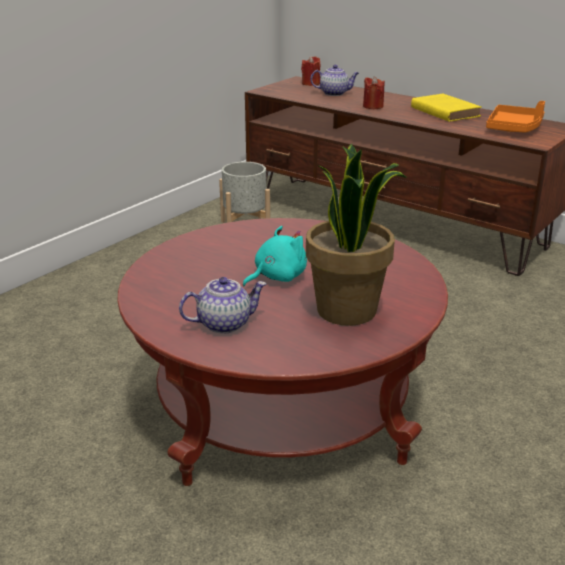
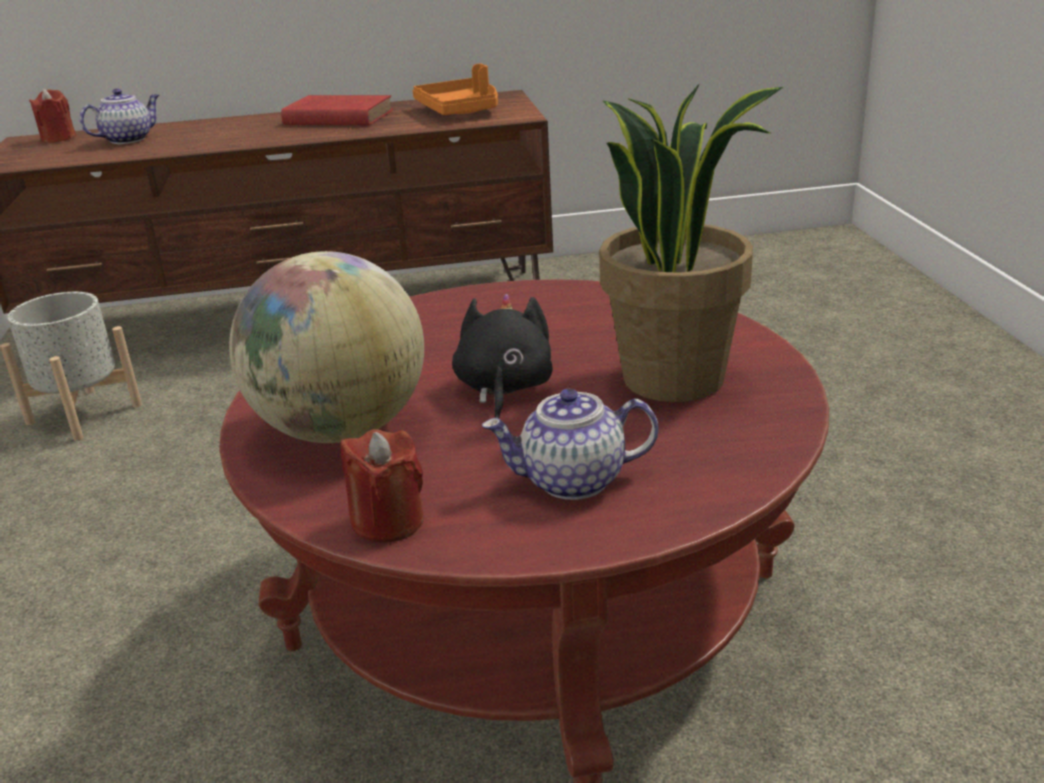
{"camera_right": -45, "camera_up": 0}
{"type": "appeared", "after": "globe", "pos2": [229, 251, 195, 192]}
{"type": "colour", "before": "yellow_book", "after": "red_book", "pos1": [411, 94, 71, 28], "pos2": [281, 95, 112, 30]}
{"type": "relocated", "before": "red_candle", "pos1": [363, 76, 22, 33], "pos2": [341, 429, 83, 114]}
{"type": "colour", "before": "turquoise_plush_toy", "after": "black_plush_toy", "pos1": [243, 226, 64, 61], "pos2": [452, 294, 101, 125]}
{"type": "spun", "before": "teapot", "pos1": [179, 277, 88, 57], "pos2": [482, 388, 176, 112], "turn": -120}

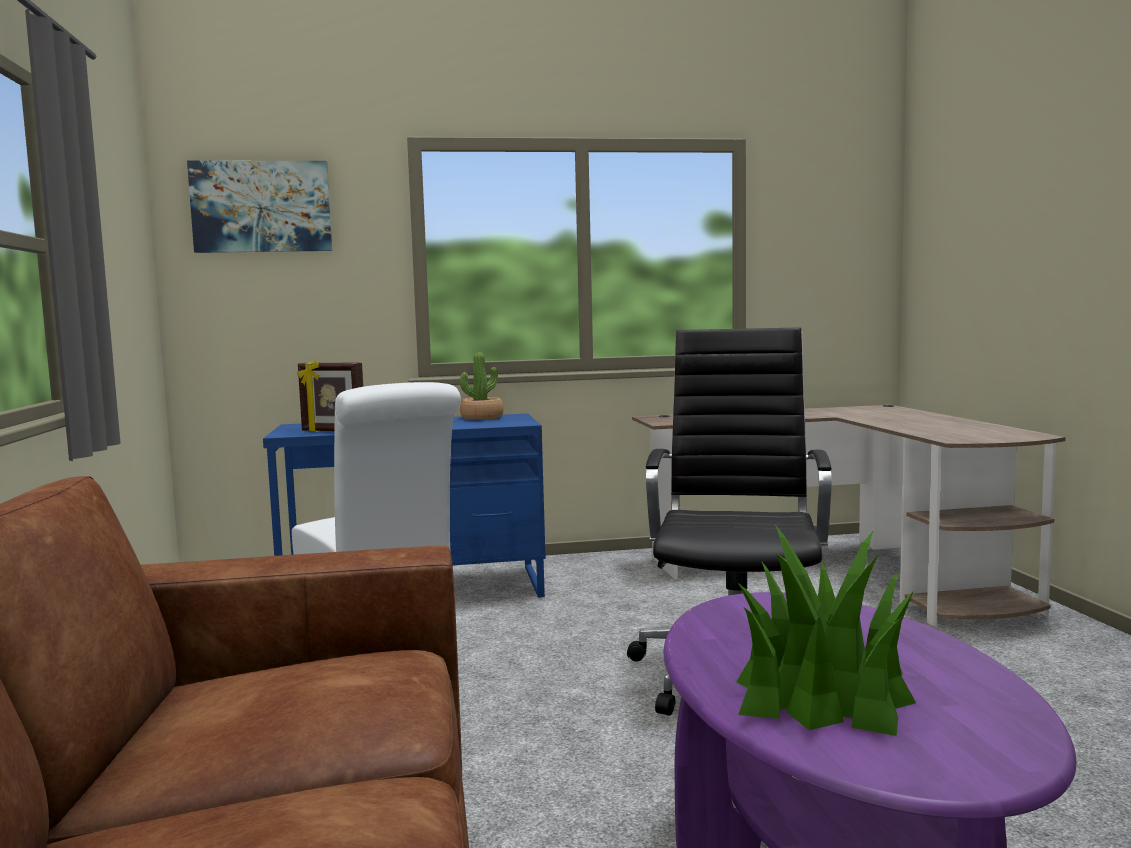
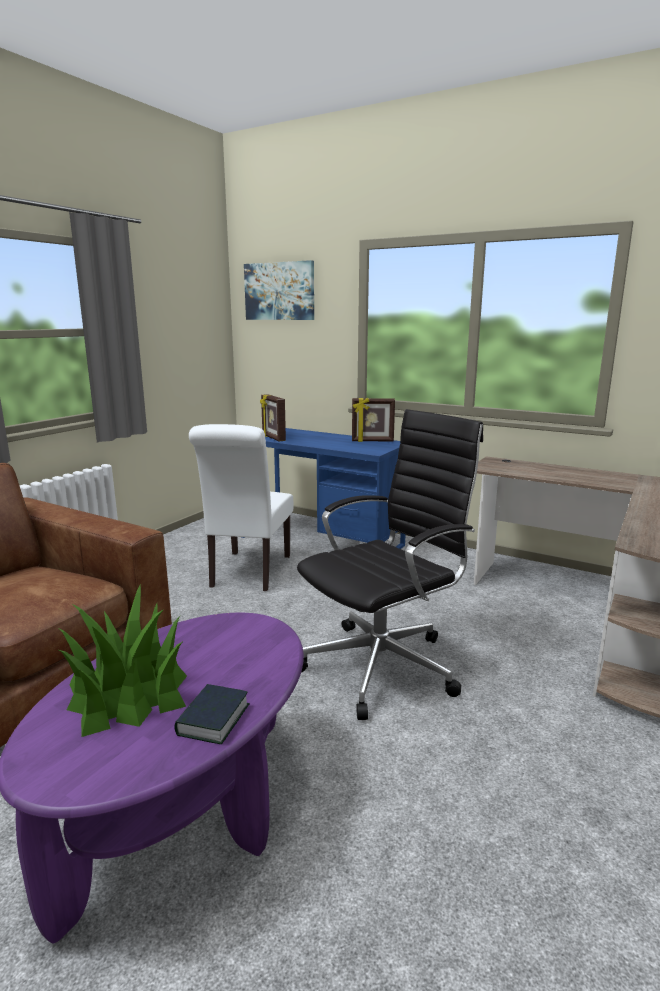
{"camera_right": 40, "camera_up": 10}
{"type": "appeared", "after": "book", "pos2": [174, 684, 75, 60]}
{"type": "exchanged", "before": "potted_plant", "after": "picture_frame", "pos1": [460, 352, 44, 68], "pos2": [352, 398, 43, 44]}

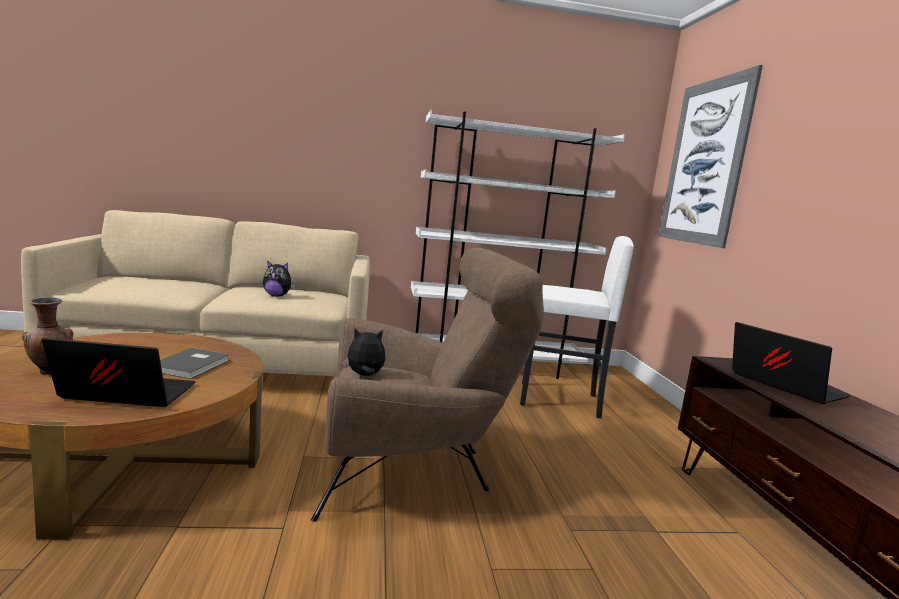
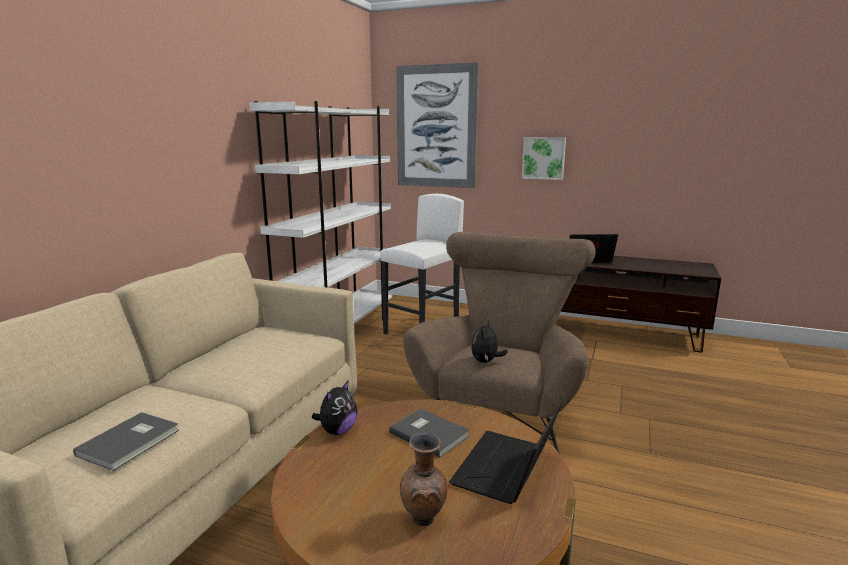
{"camera_right": -60, "camera_up": 5}
{"type": "appeared", "after": "grey_book", "pos2": [73, 412, 106, 59]}
{"type": "relocated", "before": "plush_toy", "pos1": [263, 260, 33, 36], "pos2": [312, 380, 46, 55]}
{"type": "appeared", "after": "picture", "pos2": [522, 137, 44, 43]}

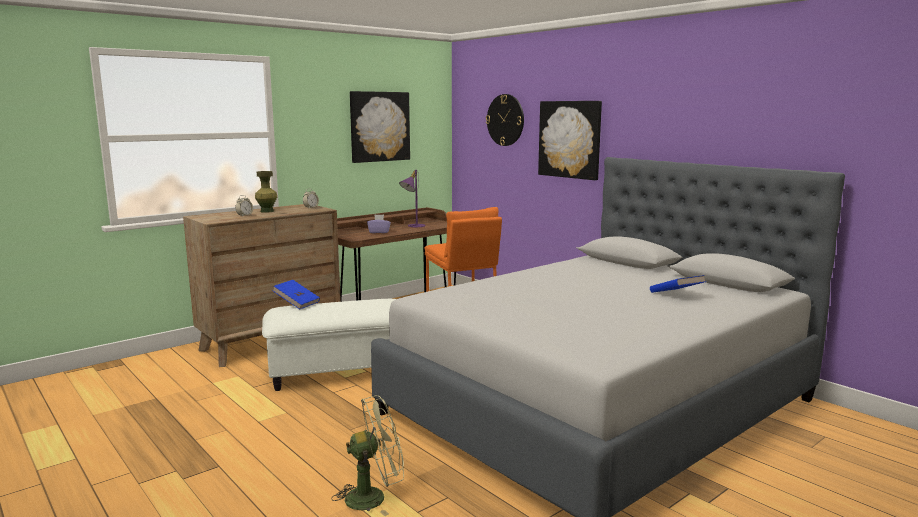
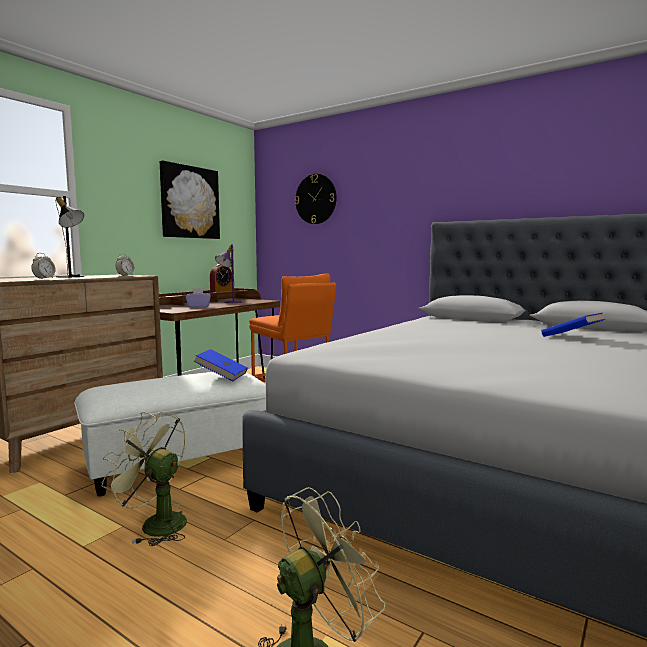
{"camera_right": -15, "camera_up": -5}
{"type": "exchanged", "before": "green_vase", "after": "black_table_lamp", "pos1": [255, 171, 22, 42], "pos2": [56, 196, 28, 81]}
{"type": "appeared", "after": "green_fan", "pos2": [101, 412, 86, 134]}
{"type": "relocated", "before": "blue_book", "pos1": [272, 280, 48, 29], "pos2": [193, 349, 55, 32]}
{"type": "appeared", "after": "alarm_clock", "pos2": [210, 264, 22, 28]}
{"type": "missing", "before": "picture", "pos1": [538, 101, 64, 79]}

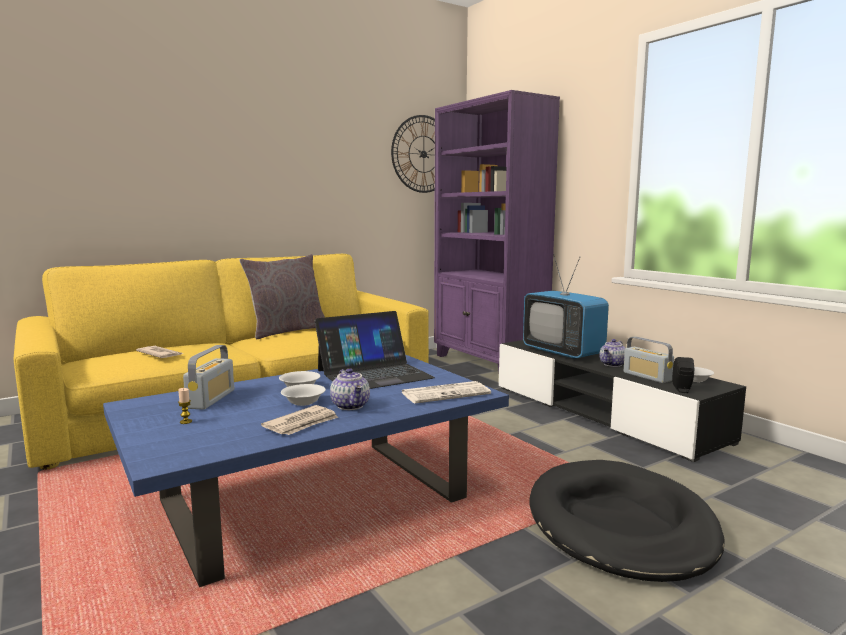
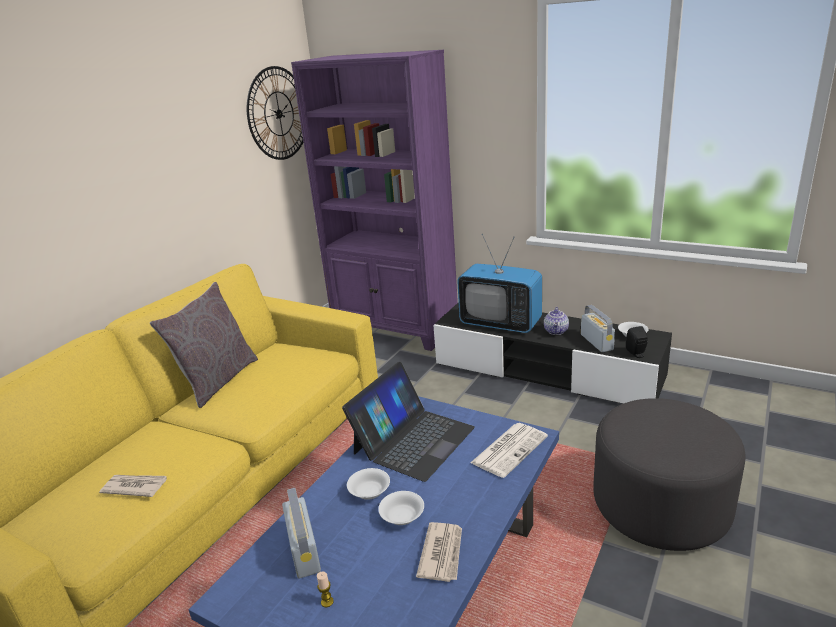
{"camera_right": -25, "camera_up": 15}
{"type": "spun", "before": "radio", "pos1": [624, 337, 50, 46], "pos2": [581, 305, 34, 47], "turn": -135}
{"type": "exchanged", "before": "black_dog_bed", "after": "grey_ottoman", "pos1": [529, 460, 196, 122], "pos2": [593, 398, 153, 153]}
{"type": "missing", "before": "teapot", "pos1": [330, 368, 40, 42]}

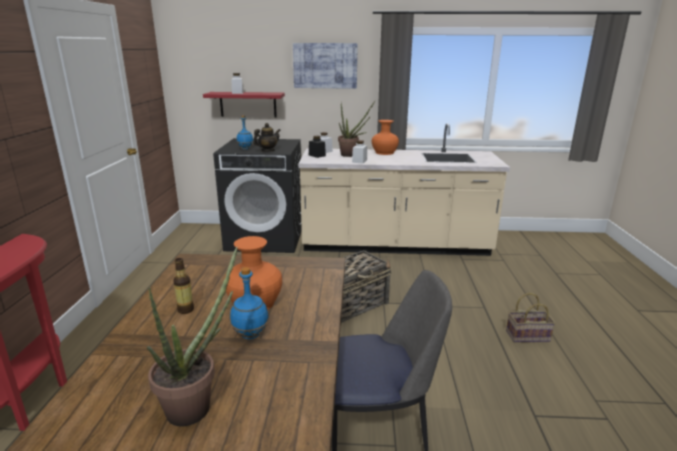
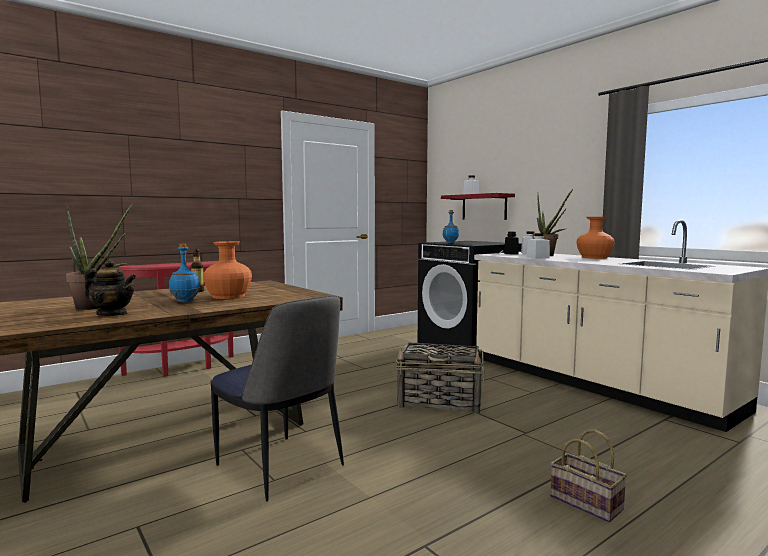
{"camera_right": 50, "camera_up": -15}
{"type": "relocated", "before": "teapot", "pos1": [253, 123, 28, 29], "pos2": [85, 259, 51, 57]}
{"type": "missing", "before": "picture", "pos1": [293, 43, 65, 46]}

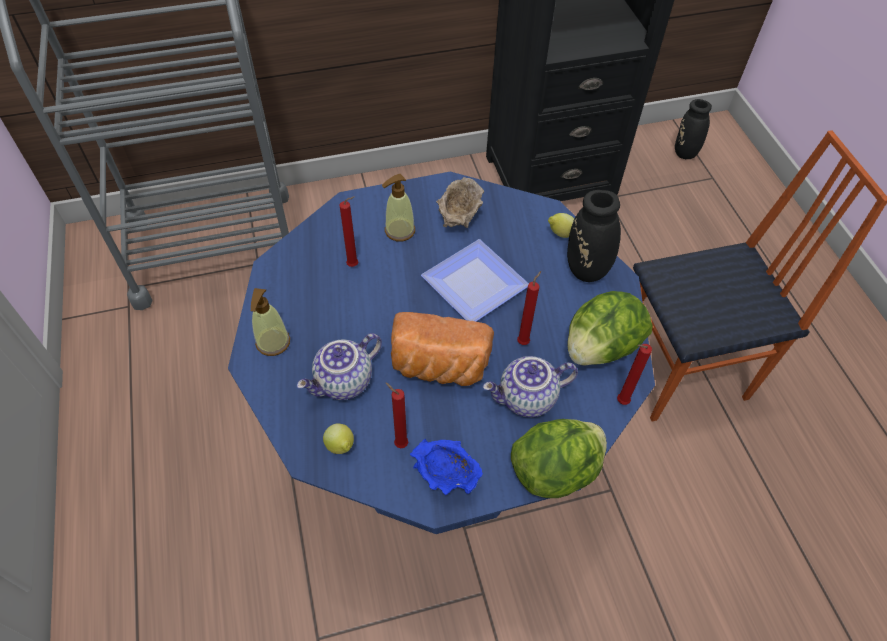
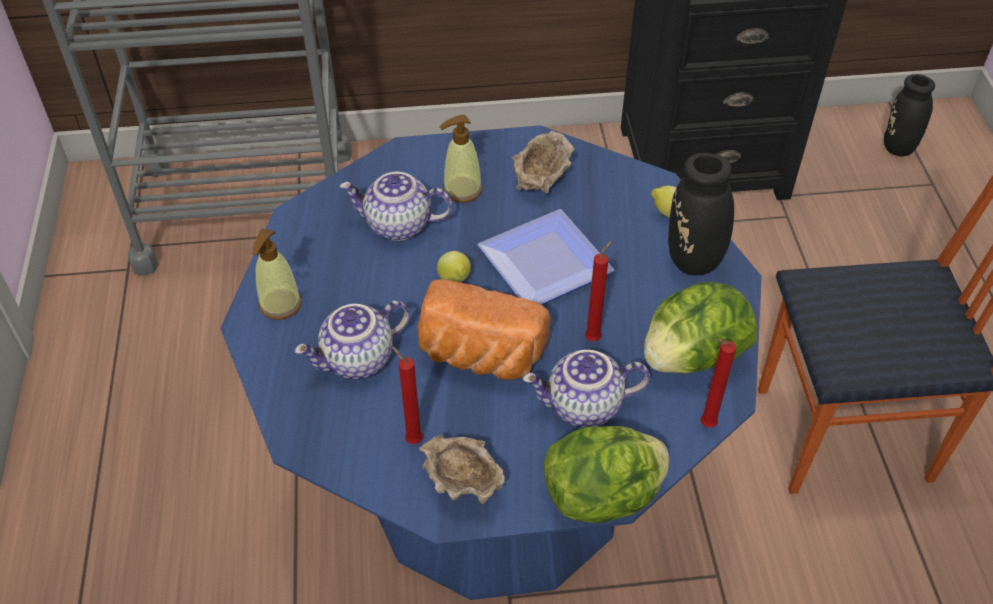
{"camera_right": 10, "camera_up": -5}
{"type": "exchanged", "before": "red_candle", "after": "teapot", "pos1": [339, 196, 19, 71], "pos2": [339, 172, 113, 69]}
{"type": "colour", "before": "blue_bowl", "after": "beige_bowl", "pos1": [410, 439, 73, 56], "pos2": [419, 434, 86, 70]}
{"type": "relocated", "before": "lemon", "pos1": [323, 423, 31, 31], "pos2": [437, 251, 34, 31]}

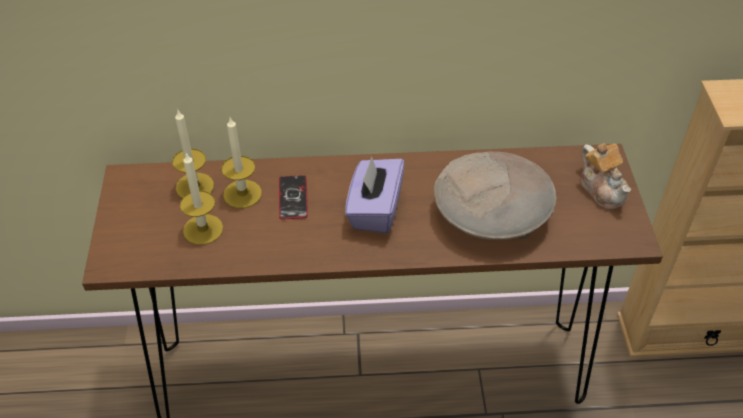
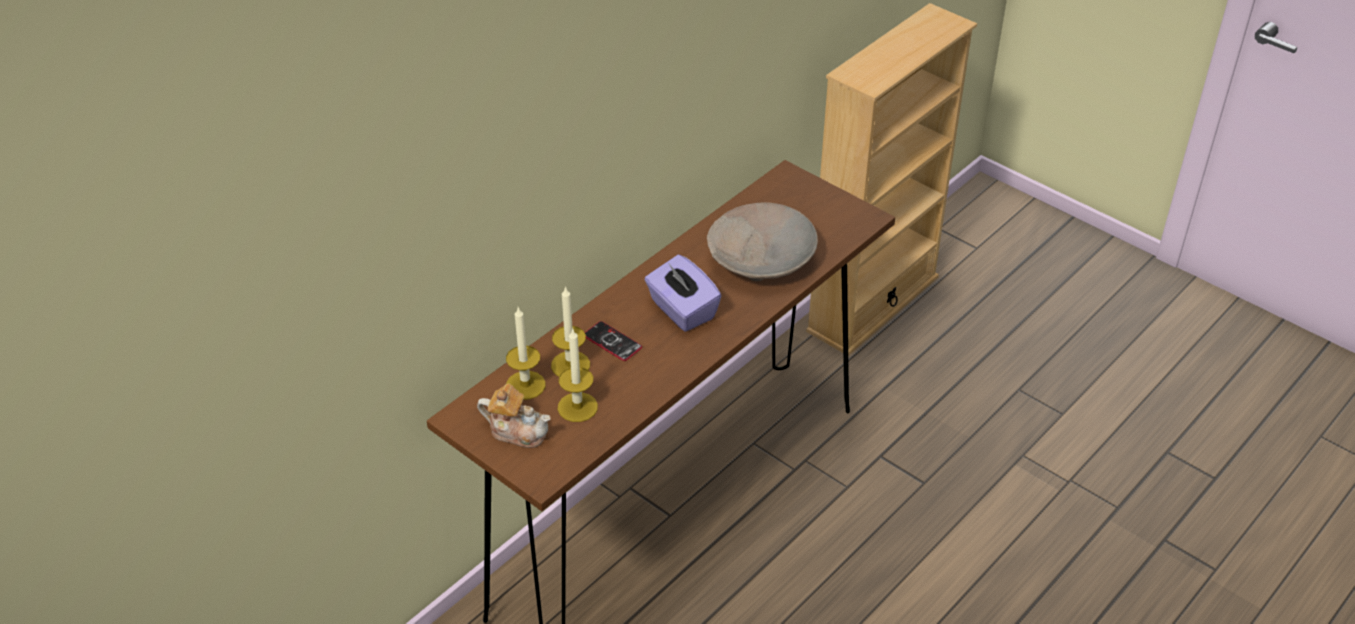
{"camera_right": -45, "camera_up": -5}
{"type": "relocated", "before": "teapot", "pos1": [580, 143, 51, 67], "pos2": [477, 384, 74, 64]}

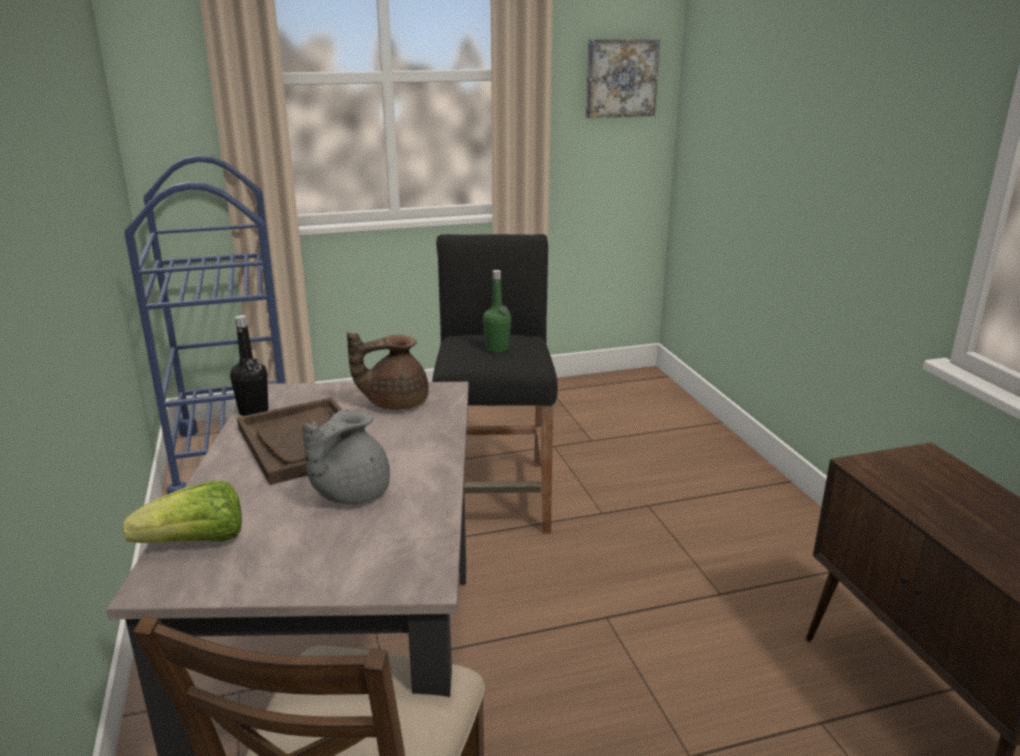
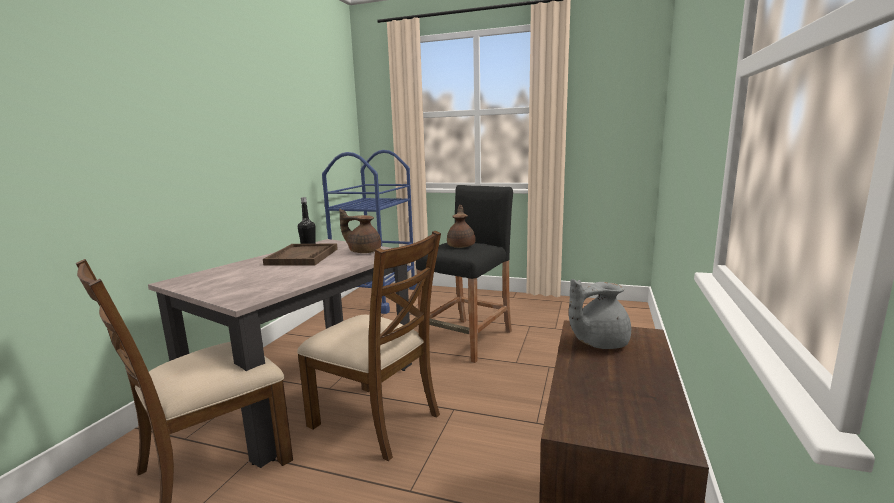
{"camera_right": 35, "camera_up": -10}
{"type": "appeared", "after": "brown_chair", "pos2": [297, 231, 144, 230]}
{"type": "exchanged", "before": "green_bottle", "after": "brown_teapot", "pos1": [483, 270, 28, 83], "pos2": [447, 205, 29, 43]}
{"type": "relocated", "before": "grey_teapot", "pos1": [302, 409, 88, 95], "pos2": [569, 279, 62, 70]}
{"type": "missing", "before": "lettuce", "pos1": [123, 480, 119, 63]}
{"type": "missing", "before": "picture", "pos1": [586, 39, 74, 79]}

